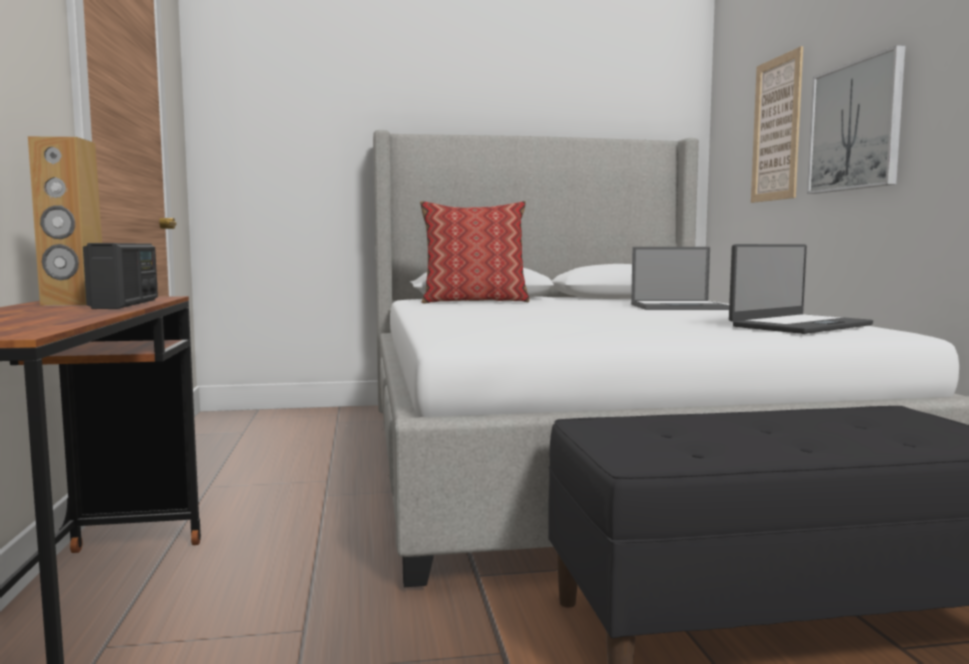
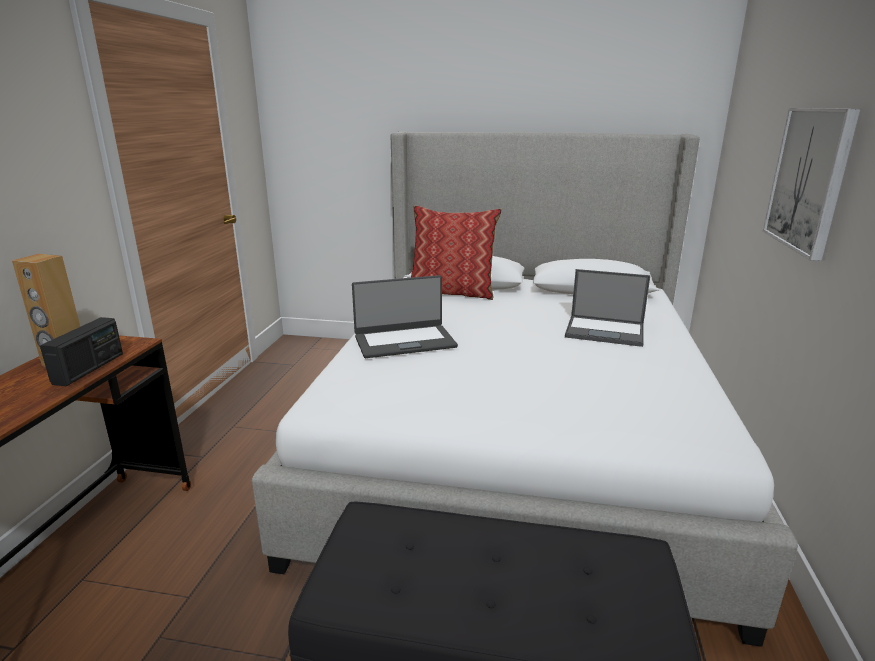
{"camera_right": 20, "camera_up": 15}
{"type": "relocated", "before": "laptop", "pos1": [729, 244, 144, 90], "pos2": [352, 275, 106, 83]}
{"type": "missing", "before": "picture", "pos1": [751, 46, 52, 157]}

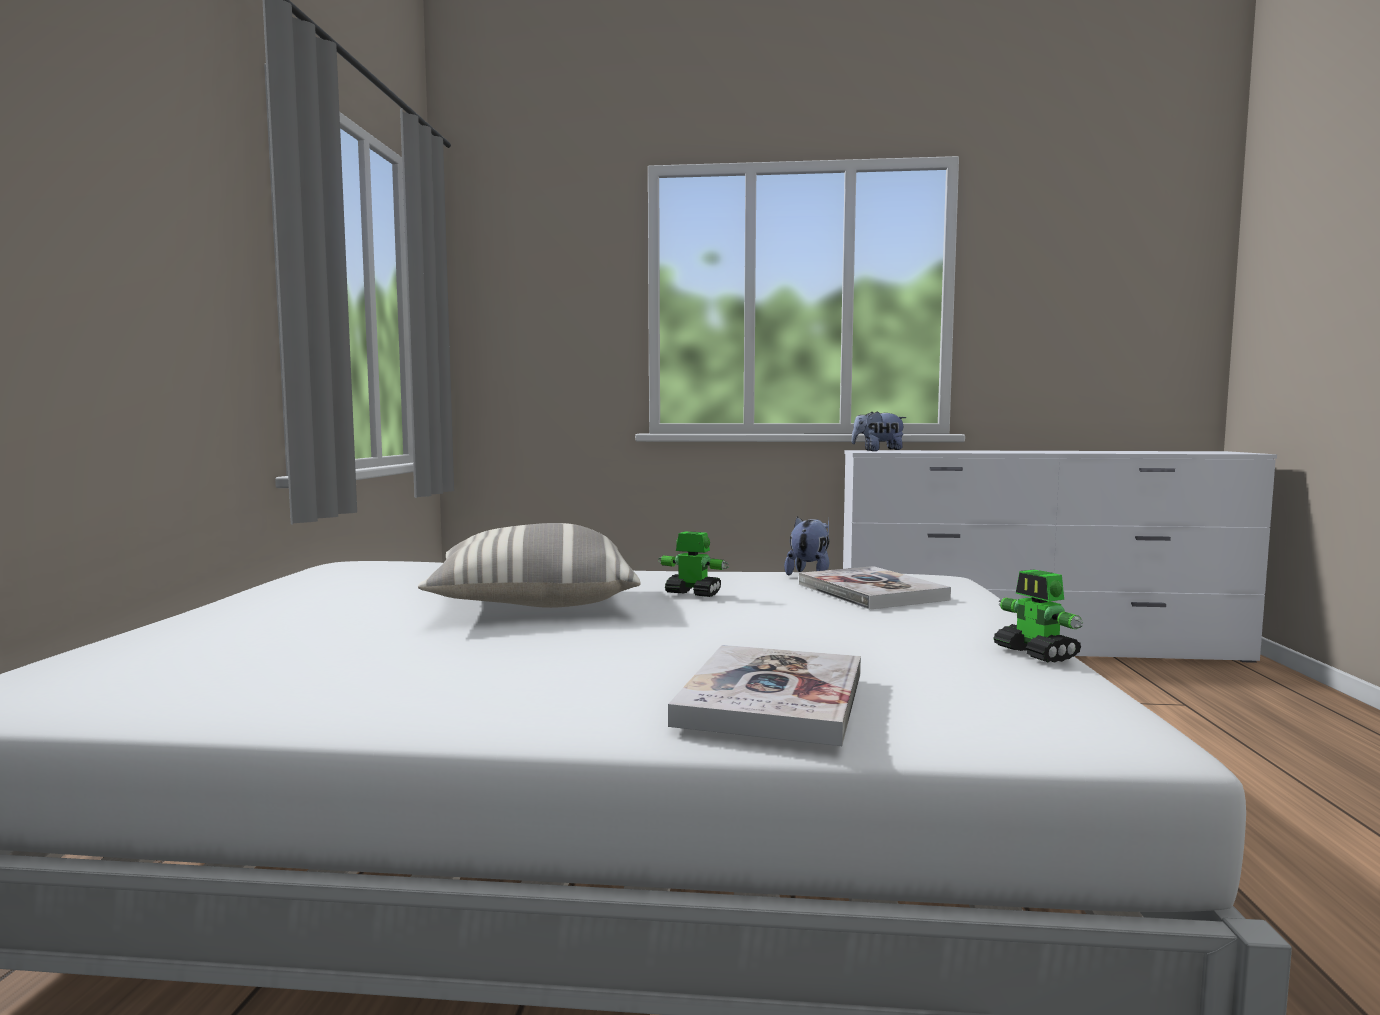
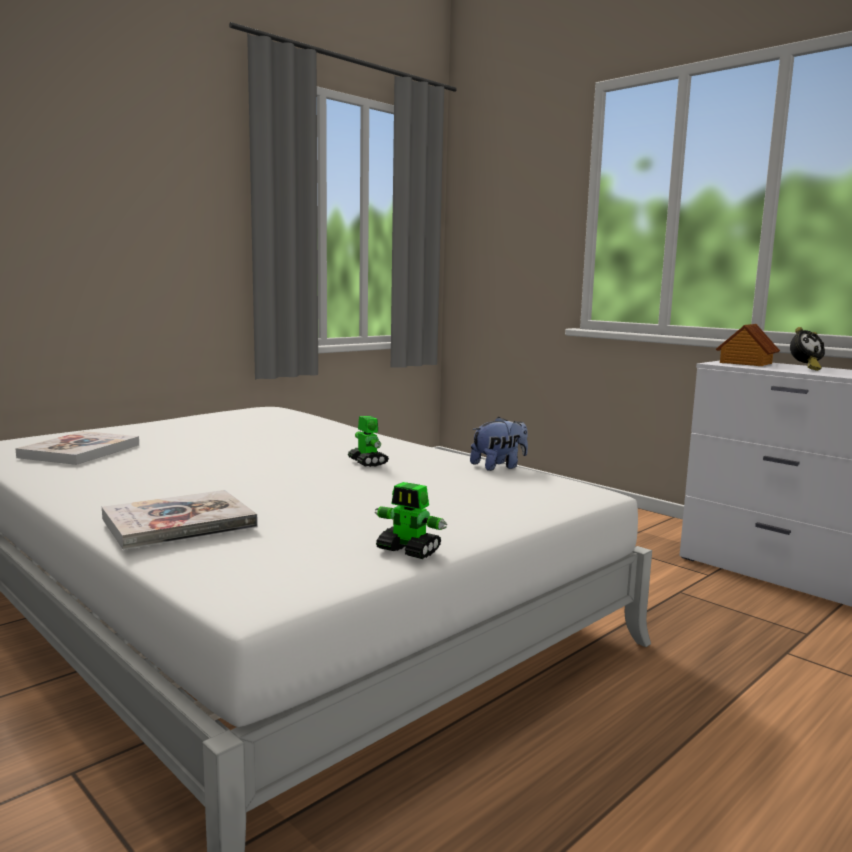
{"camera_right": 40, "camera_up": 5}
{"type": "relocated", "before": "book", "pos1": [799, 566, 152, 44], "pos2": [15, 431, 124, 34]}
{"type": "spun", "before": "toy_robot", "pos1": [993, 569, 90, 94], "pos2": [375, 482, 72, 77], "turn": -75}
{"type": "exchanged", "before": "plush_toy", "after": "toy_house", "pos1": [851, 411, 56, 40], "pos2": [716, 324, 64, 42]}
{"type": "appeared", "after": "alarm_clock", "pos2": [790, 327, 35, 44]}
{"type": "missing", "before": "pillow", "pos1": [418, 523, 223, 85]}

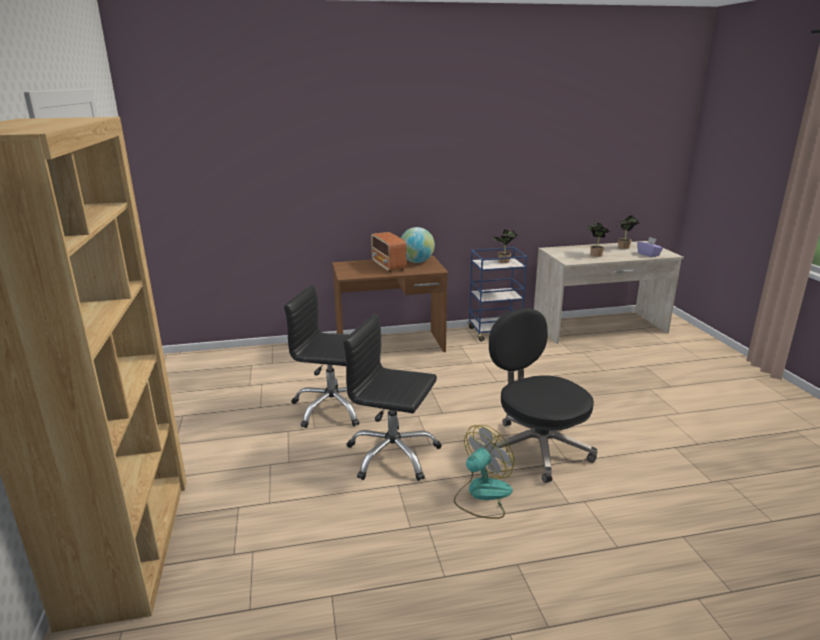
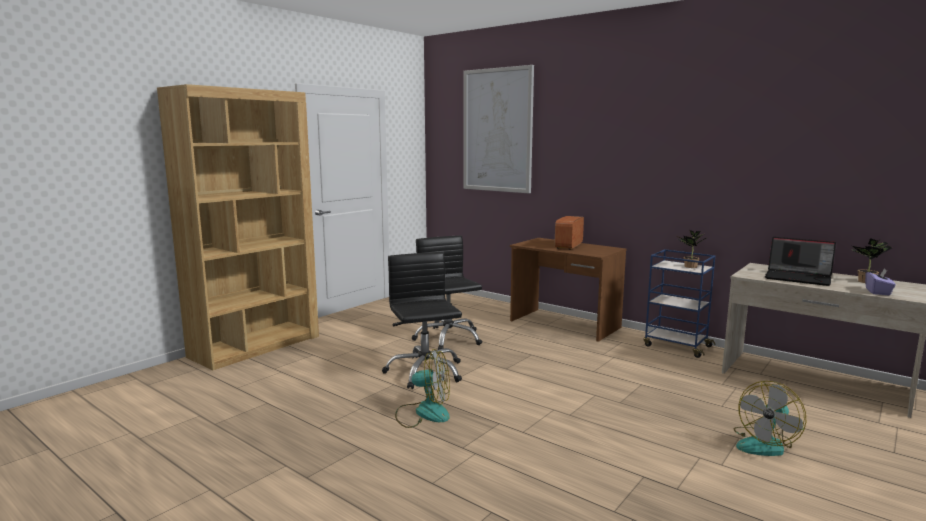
{"camera_right": 50, "camera_up": -10}
{"type": "appeared", "after": "picture", "pos2": [463, 65, 71, 128]}
{"type": "appeared", "after": "fan", "pos2": [734, 381, 72, 75]}
{"type": "exchanged", "before": "potted_plant", "after": "laptop", "pos1": [587, 221, 23, 36], "pos2": [765, 237, 71, 49]}
{"type": "missing", "before": "globe", "pos1": [401, 227, 34, 36]}
{"type": "missing", "before": "black_office_chair", "pos1": [489, 308, 109, 175]}

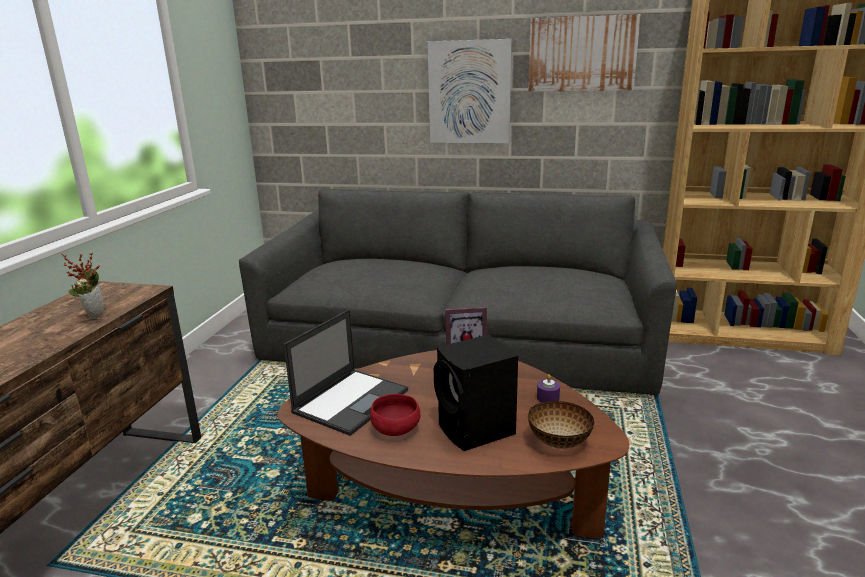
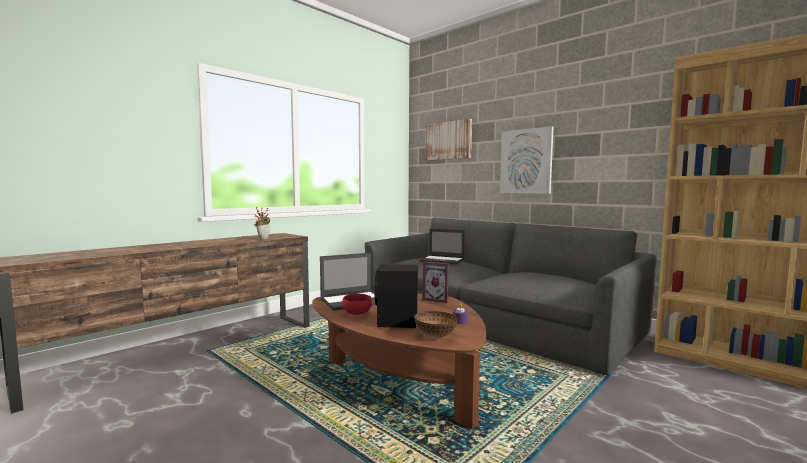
{"camera_right": 30, "camera_up": -15}
{"type": "appeared", "after": "laptop", "pos2": [420, 229, 45, 36]}
{"type": "relocated", "before": "picture", "pos1": [528, 14, 113, 78], "pos2": [425, 119, 47, 42]}

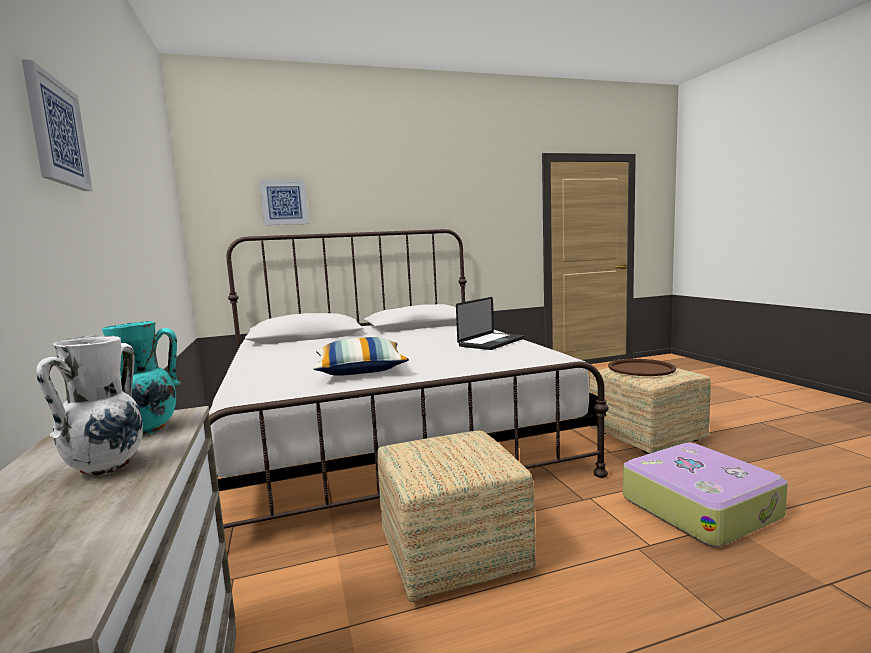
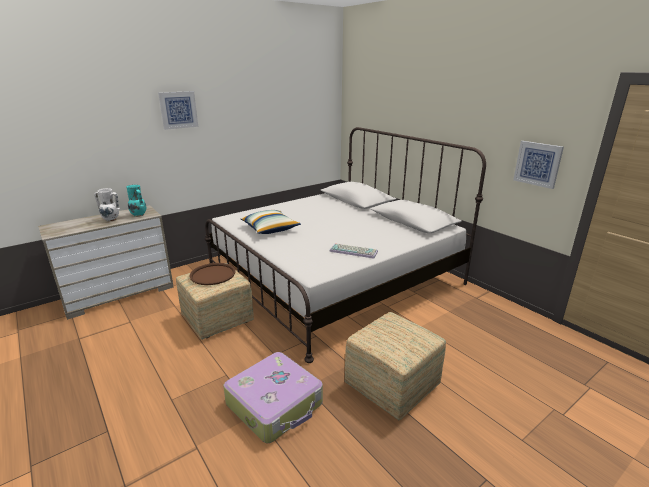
{"camera_right": 70, "camera_up": 15}
{"type": "relocated", "before": "brown_tray", "pos1": [608, 359, 68, 17], "pos2": [189, 263, 47, 22]}
{"type": "exchanged", "before": "laptop", "after": "keyboard", "pos1": [456, 297, 69, 53], "pos2": [329, 243, 49, 15]}
{"type": "relocated", "before": "picture", "pos1": [259, 180, 50, 45], "pos2": [513, 141, 51, 48]}

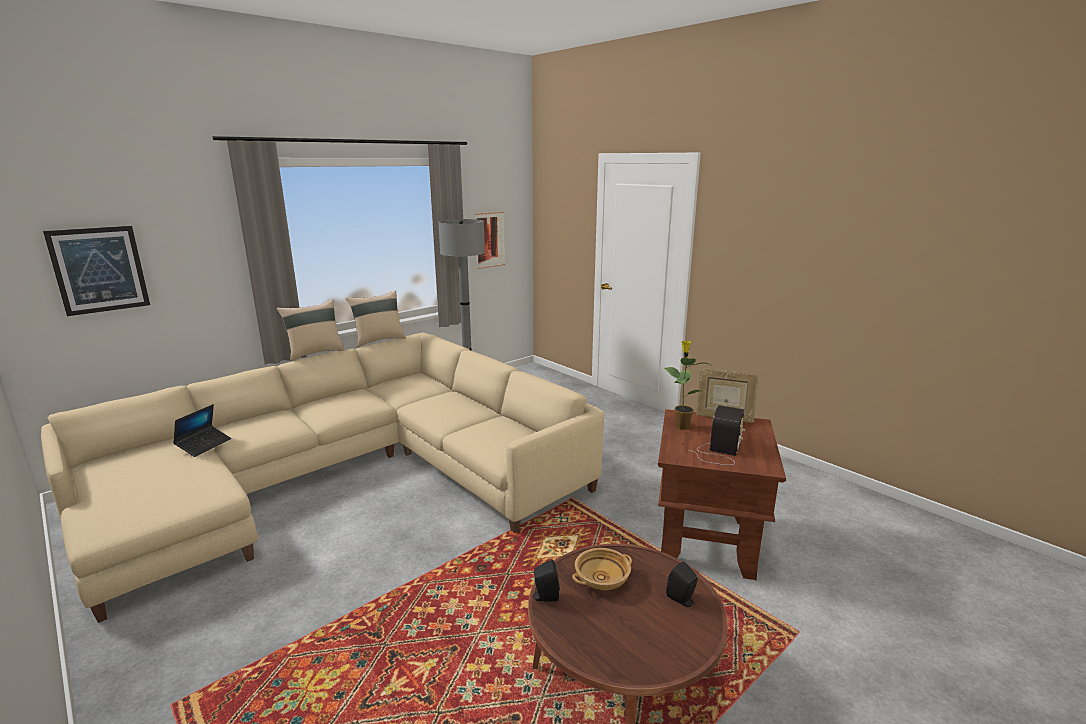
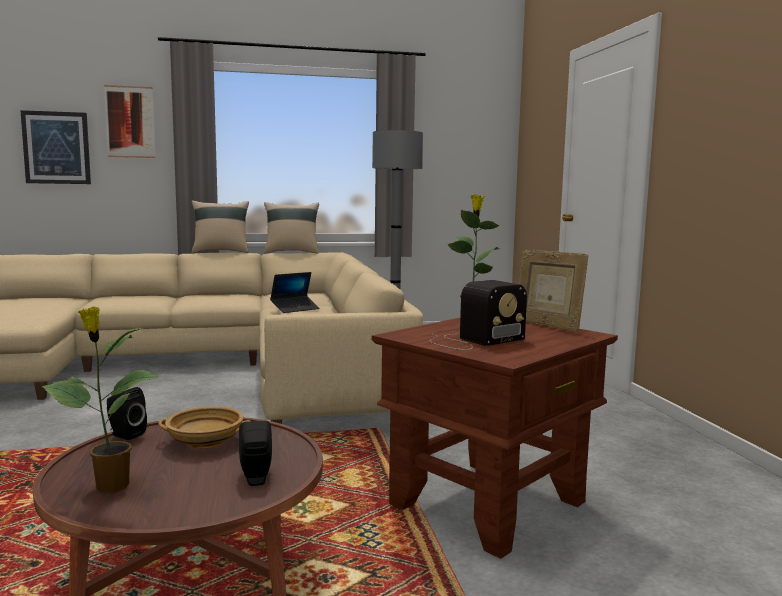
{"camera_right": 30, "camera_up": -10}
{"type": "appeared", "after": "potted_plant", "pos2": [42, 306, 117, 187]}
{"type": "relocated", "before": "picture", "pos1": [475, 212, 30, 57], "pos2": [104, 85, 52, 73]}
{"type": "relocated", "before": "laptop", "pos1": [173, 404, 58, 53], "pos2": [270, 272, 50, 41]}

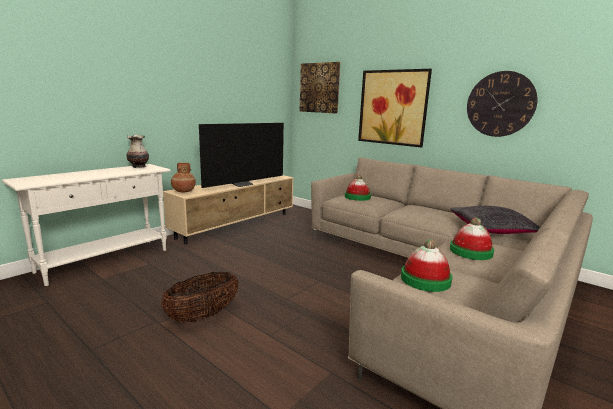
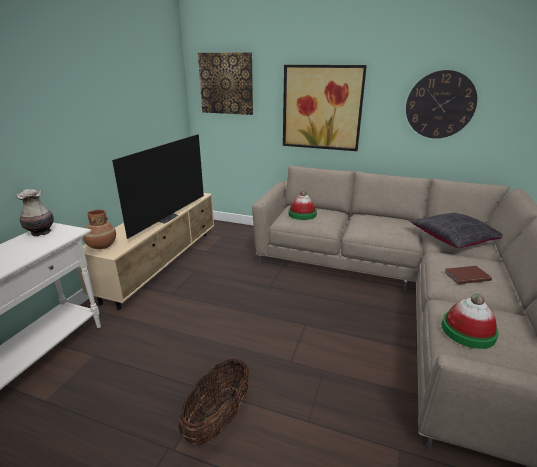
{"camera_right": -20, "camera_up": 10}
{"type": "exchanged", "before": "hat", "after": "brown_book", "pos1": [450, 218, 44, 42], "pos2": [444, 266, 48, 18]}

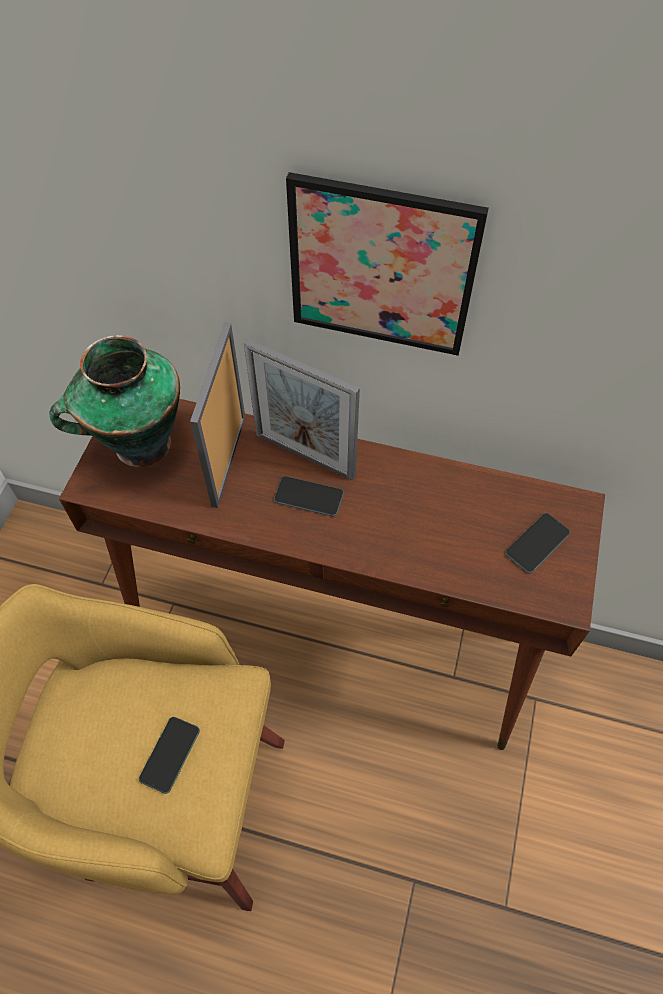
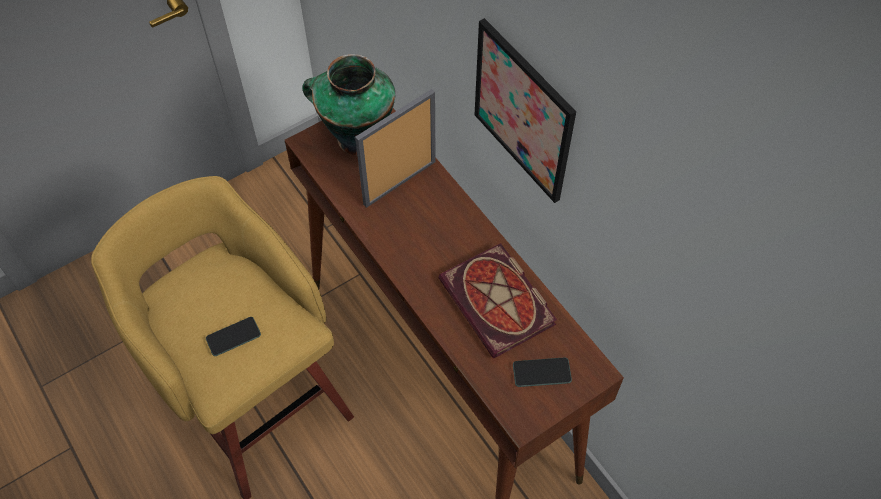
{"camera_right": 40, "camera_up": 0}
{"type": "appeared", "after": "book", "pos2": [439, 243, 118, 115]}
{"type": "missing", "before": "picture_frame", "pos1": [244, 339, 116, 142]}
{"type": "missing", "before": "phone", "pos1": [274, 476, 70, 41]}

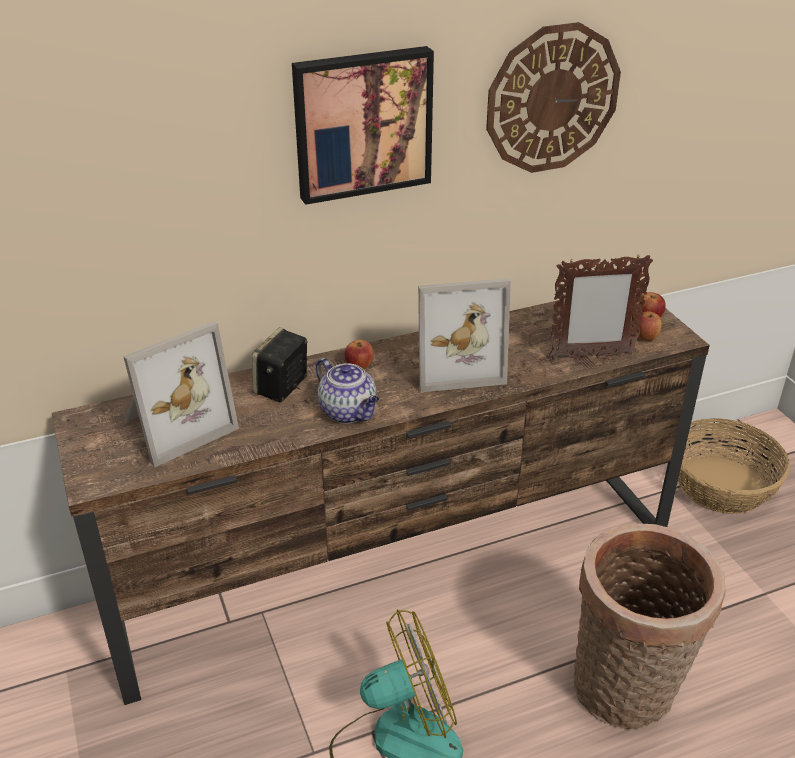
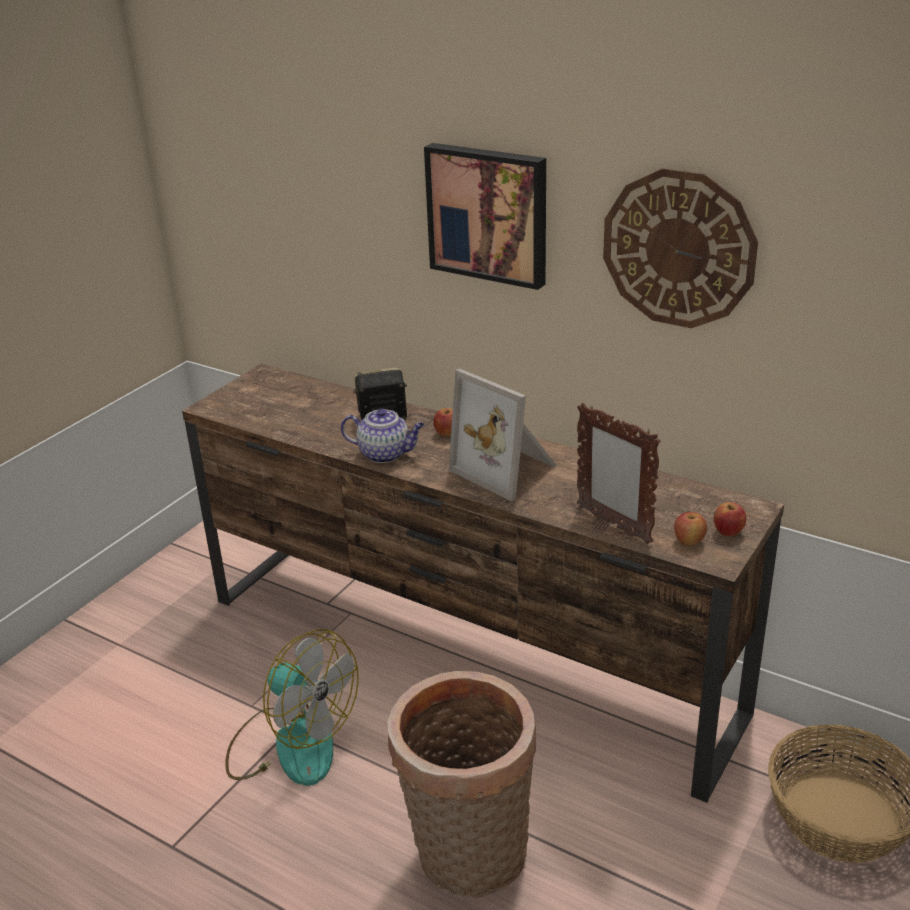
{"camera_right": 55, "camera_up": -5}
{"type": "spun", "before": "teapot", "pos1": [316, 358, 63, 65], "pos2": [341, 408, 84, 55], "turn": -90}
{"type": "missing", "before": "picture_frame", "pos1": [123, 321, 116, 146]}

